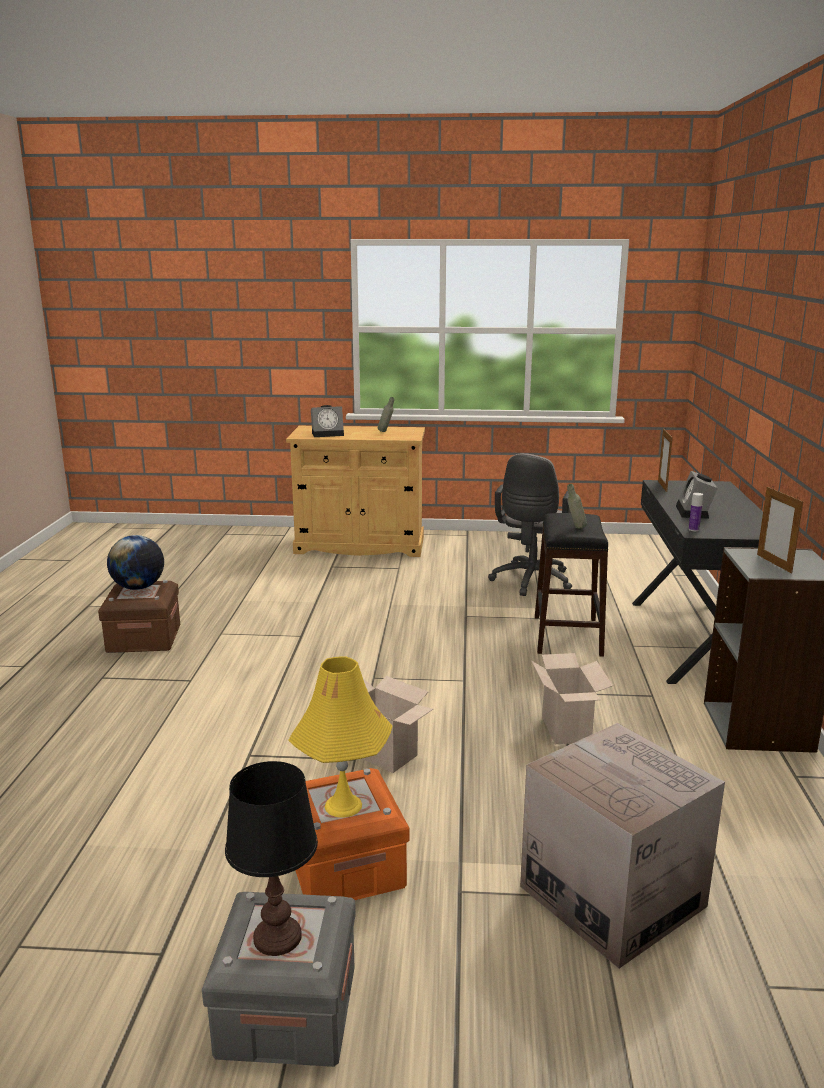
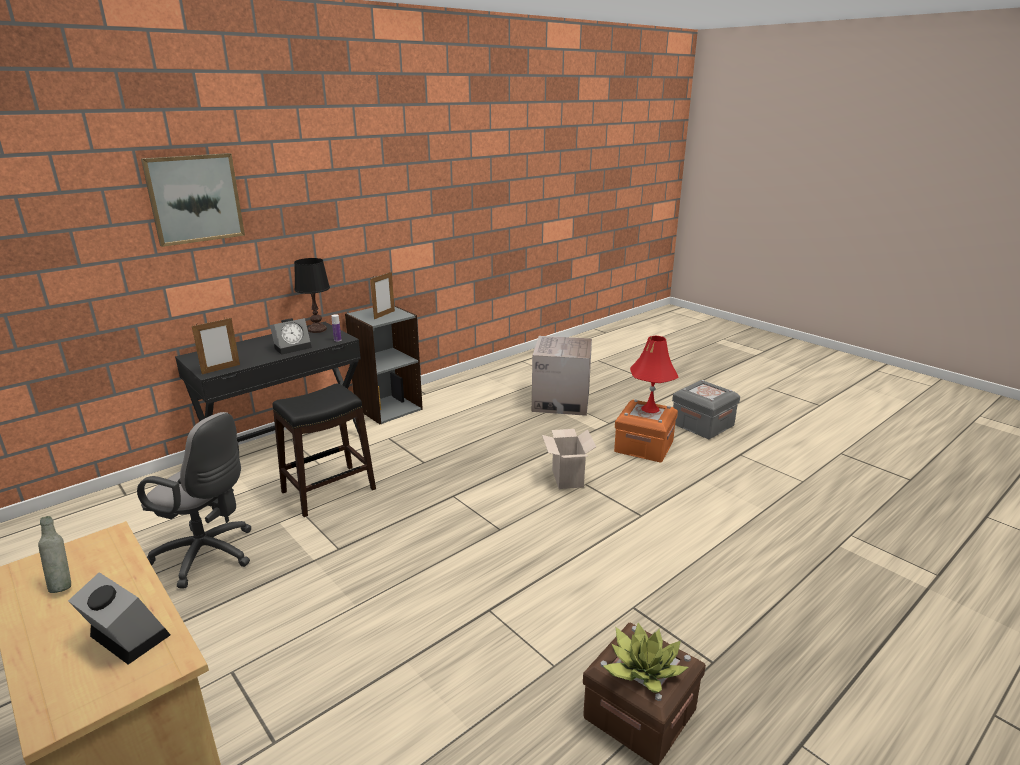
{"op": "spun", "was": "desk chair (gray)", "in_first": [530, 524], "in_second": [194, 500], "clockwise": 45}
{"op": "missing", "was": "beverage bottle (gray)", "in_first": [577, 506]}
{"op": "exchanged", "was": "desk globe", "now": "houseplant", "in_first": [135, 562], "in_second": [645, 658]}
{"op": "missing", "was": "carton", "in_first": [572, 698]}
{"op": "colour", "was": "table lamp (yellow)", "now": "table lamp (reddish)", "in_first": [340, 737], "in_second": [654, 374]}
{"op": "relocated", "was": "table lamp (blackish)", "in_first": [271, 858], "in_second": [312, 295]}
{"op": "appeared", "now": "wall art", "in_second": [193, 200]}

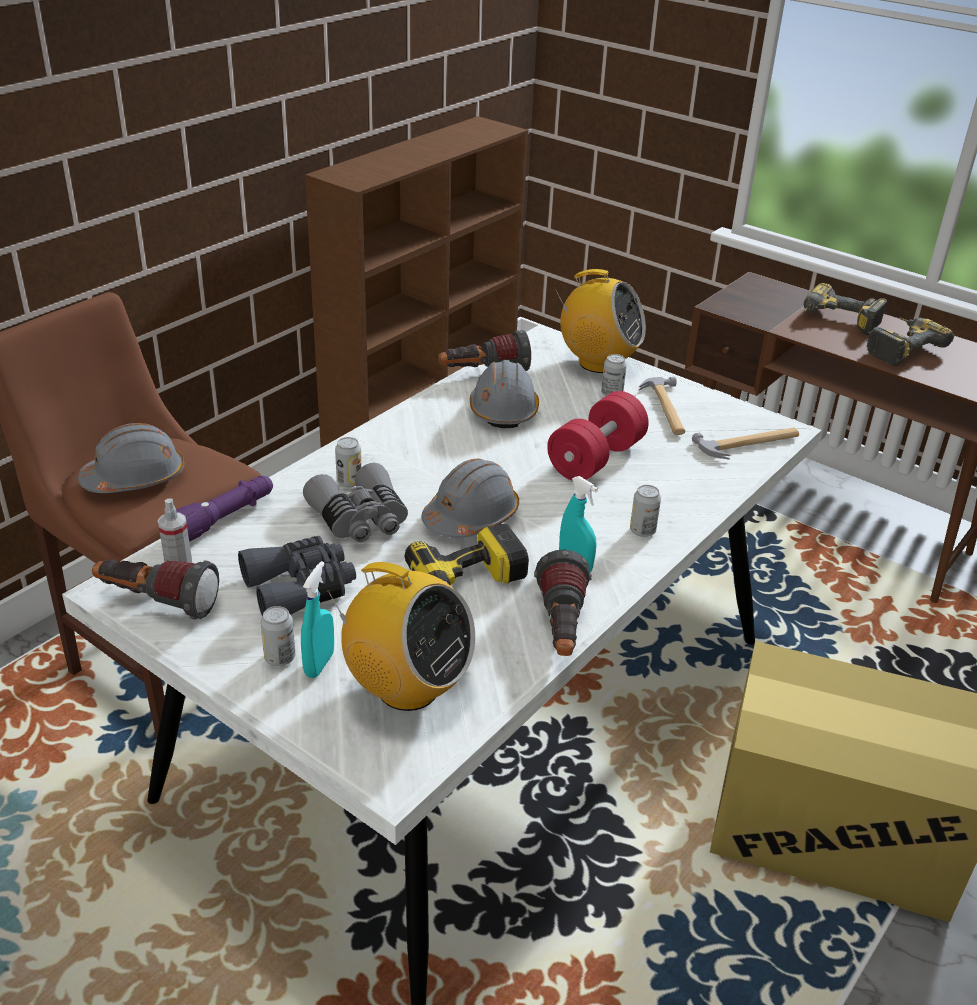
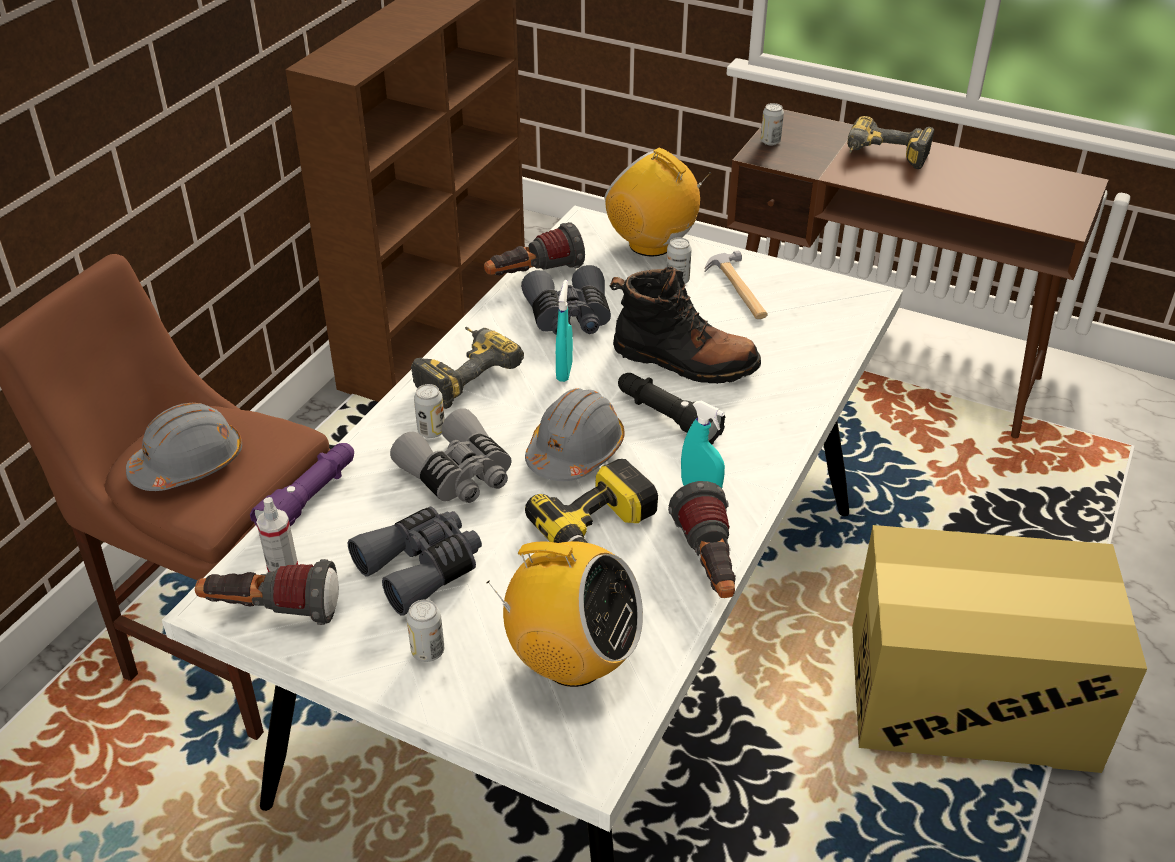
{"op": "spun", "was": "radio", "in_first": [601, 321], "in_second": [657, 202], "clockwise": -150}
{"op": "relocated", "was": "power drill", "in_first": [910, 341], "in_second": [467, 368]}
{"op": "exchanged", "was": "safety helmet (gray)", "now": "binoculars (gray)", "in_first": [504, 394], "in_second": [566, 300]}
{"op": "exchanged", "was": "hand weight (reddish)", "now": "boot (blackish)", "in_first": [598, 436], "in_second": [685, 325]}
{"op": "missing", "was": "hammer", "in_first": [745, 443]}
{"op": "relocated", "was": "sealed can", "in_first": [645, 511], "in_second": [772, 124]}
{"op": "relocated", "was": "spray bottle (blue-green)", "in_first": [317, 619], "in_second": [564, 331]}
{"op": "appeared", "now": "hand torch (blackish)", "in_second": [672, 408]}

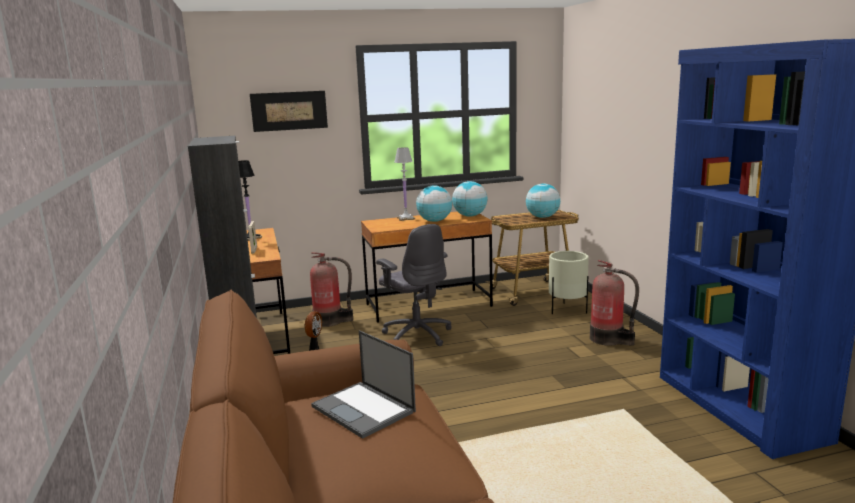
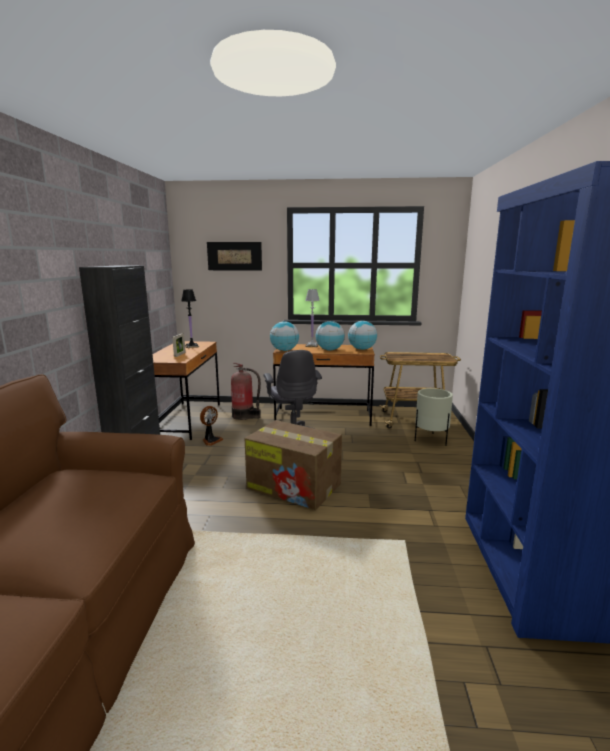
{"op": "relocated", "was": "desk globe", "in_first": [543, 200], "in_second": [284, 336]}
{"op": "missing", "was": "fire extinguisher", "in_first": [614, 303]}
{"op": "missing", "was": "notebook computer", "in_first": [363, 384]}
{"op": "appeared", "now": "carton", "in_second": [293, 465]}

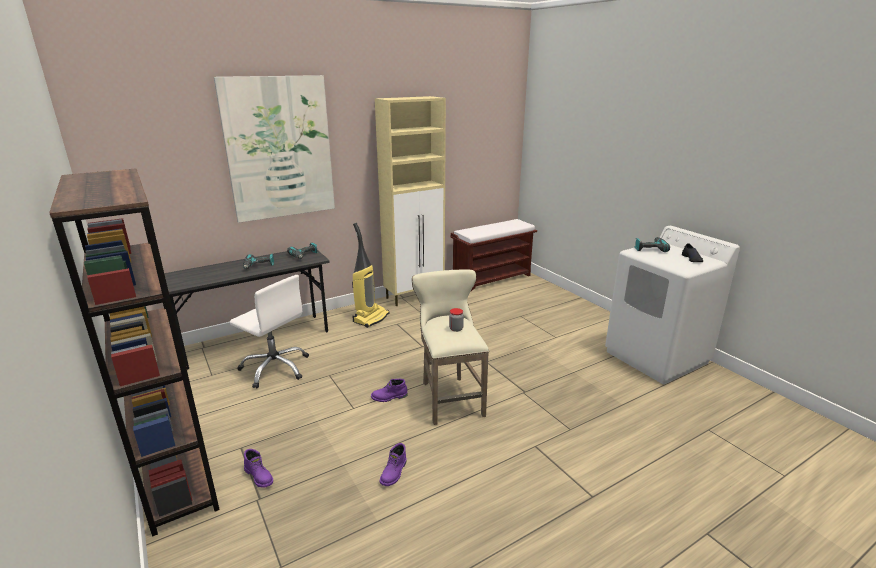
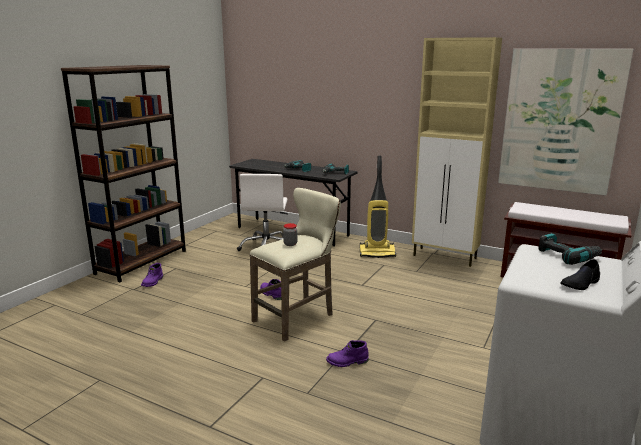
{"op": "relocated", "was": "wall art", "in_first": [274, 149], "in_second": [566, 122]}
{"op": "relocated", "was": "boot (purple)", "in_first": [393, 464], "in_second": [347, 353]}

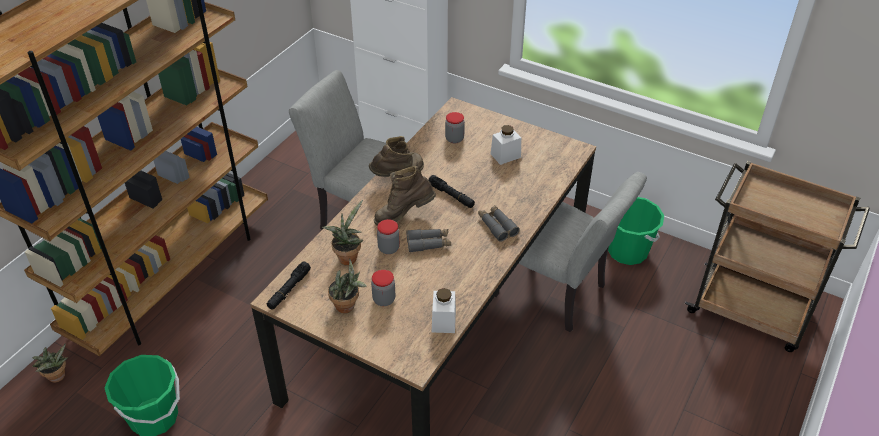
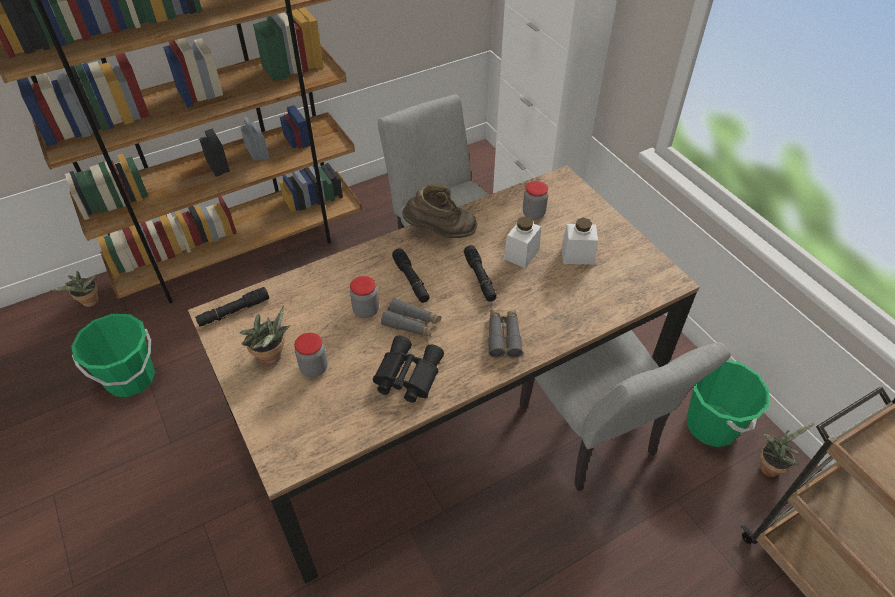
{"op": "exchanged", "was": "boot (brown)", "now": "hand torch (blackish)", "in_first": [405, 195], "in_second": [411, 275]}
{"op": "relocated", "was": "houseplant", "in_first": [342, 232], "in_second": [787, 450]}
{"op": "relocated", "was": "storage jar (whitish)", "in_first": [444, 310], "in_second": [522, 242]}
{"op": "appeared", "now": "binoculars (blackish)", "in_second": [408, 369]}

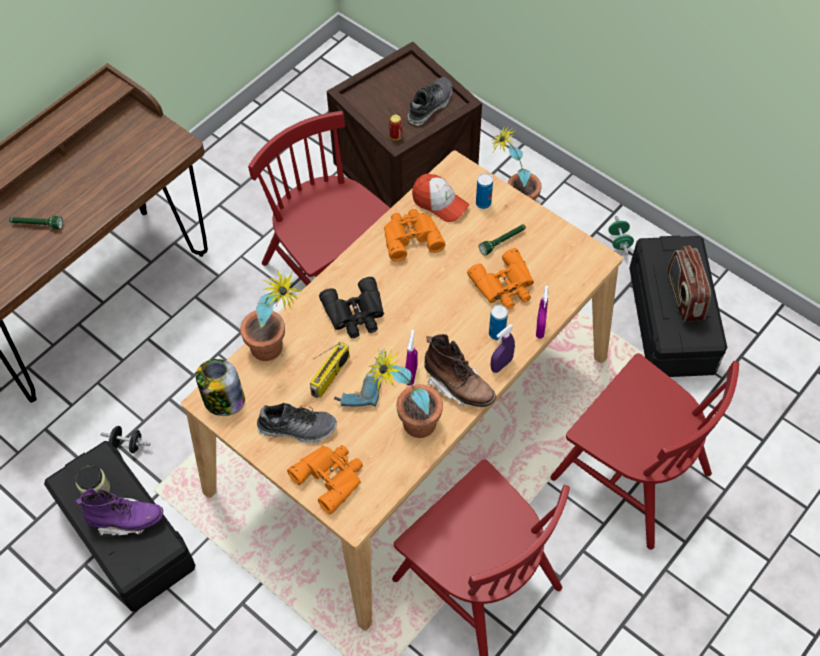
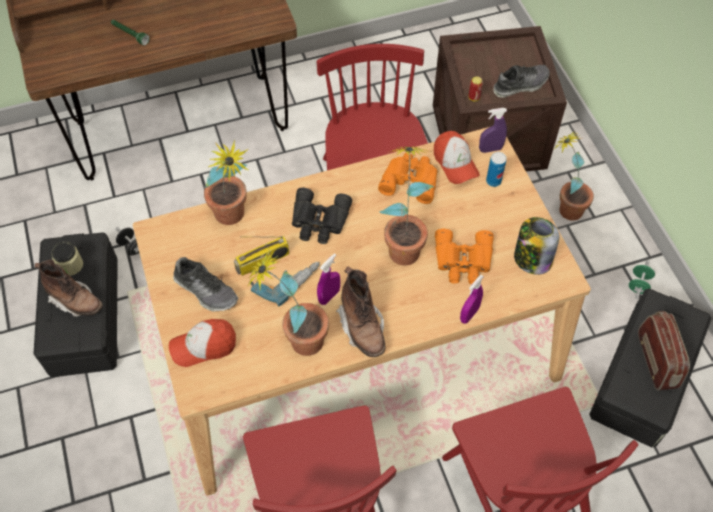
{"op": "missing", "was": "hand torch (green)", "in_first": [502, 240]}
{"op": "spun", "was": "radio", "in_first": [689, 283], "in_second": [664, 350], "clockwise": 150}
{"op": "missing", "was": "sealed can", "in_first": [498, 322]}
{"op": "relocated", "was": "spray bottle (purple)", "in_first": [503, 348], "in_second": [493, 130]}
{"op": "relocated", "was": "storage jar", "in_first": [220, 387], "in_second": [536, 246]}
{"op": "exchanged", "was": "binoculars (orange)", "now": "cap", "in_first": [325, 479], "in_second": [202, 343]}
{"op": "colour", "was": "boot (purple)", "now": "boot (brown)", "in_first": [119, 512], "in_second": [69, 288]}
{"op": "appeared", "now": "houseplant", "in_second": [406, 206]}

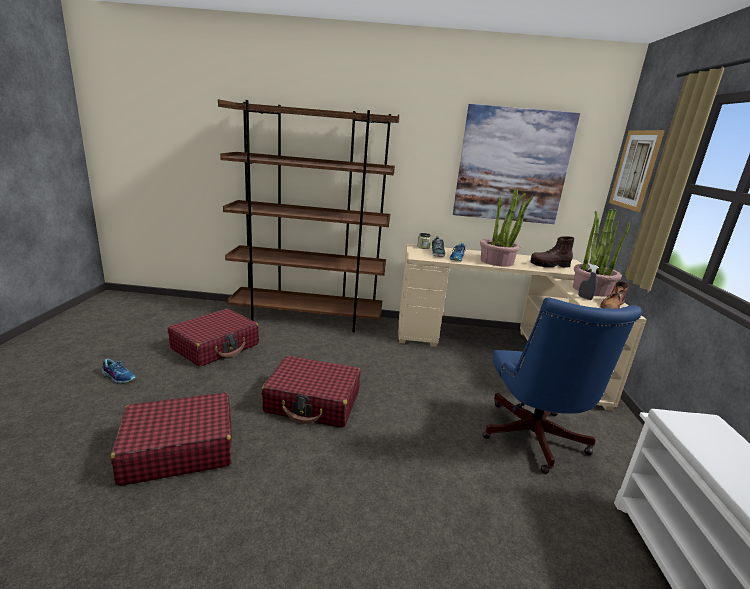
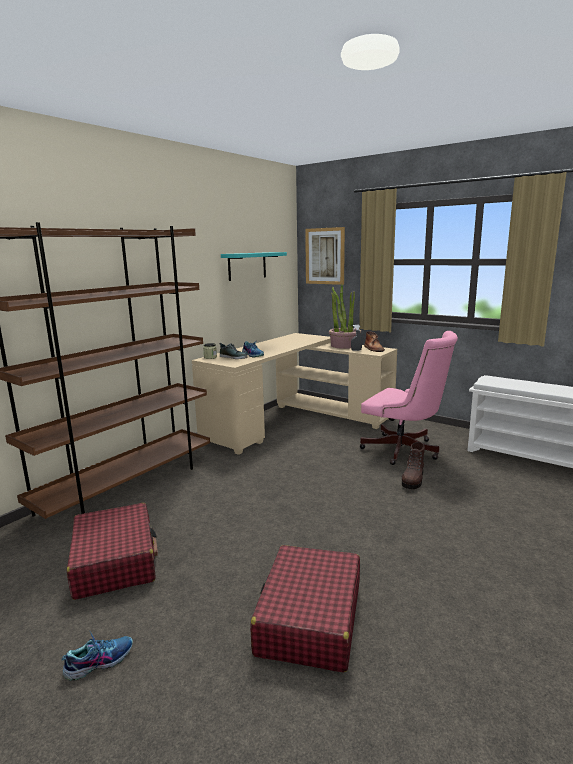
{"op": "exchanged", "was": "wall art", "now": "wall shelf (blue-green)", "in_first": [516, 164], "in_second": [254, 266]}
{"op": "missing", "was": "houseplant", "in_first": [506, 227]}
{"op": "relocated", "was": "boot (brown)", "in_first": [552, 252], "in_second": [413, 465]}
{"op": "colour", "was": "desk chair (blue)", "now": "desk chair (pinkish)", "in_first": [562, 386], "in_second": [409, 398]}
{"op": "missing", "was": "suitcase (reddish)", "in_first": [311, 392]}

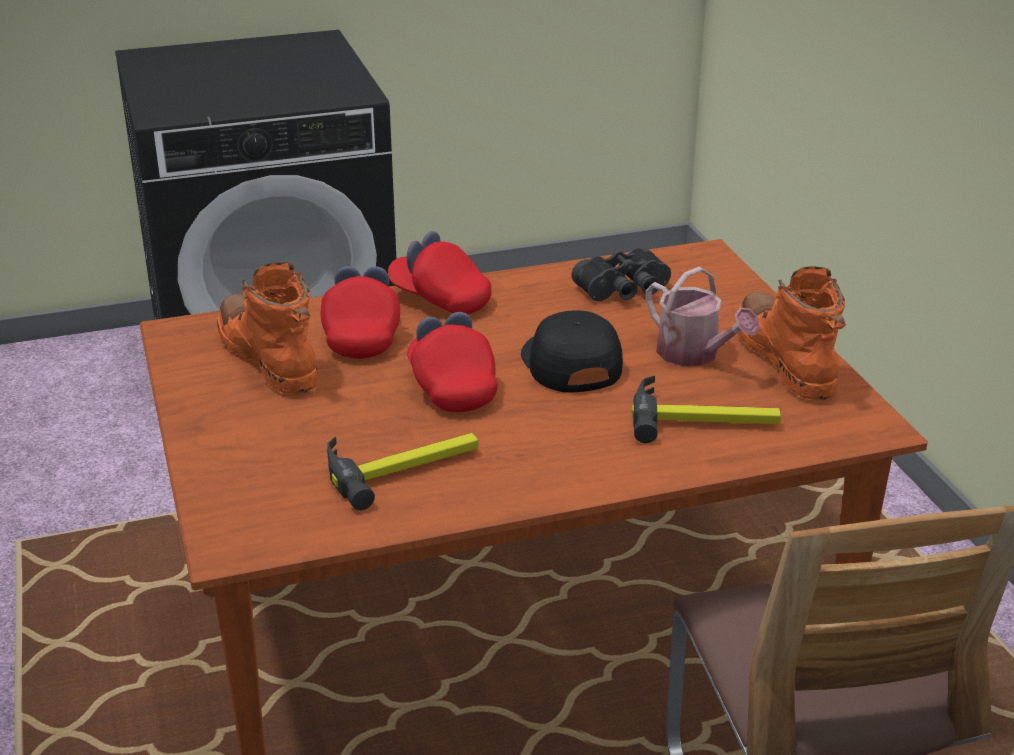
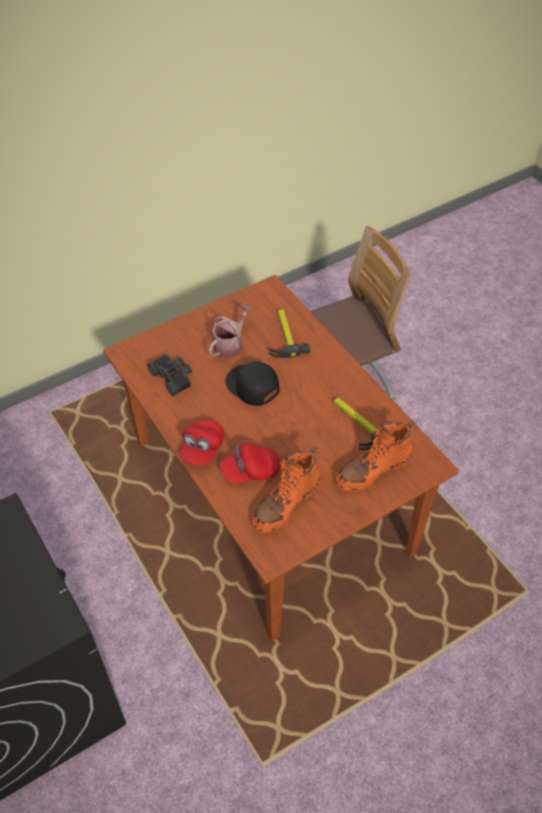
{"op": "relocated", "was": "boot (orange)", "in_first": [791, 333], "in_second": [376, 456]}
{"op": "spun", "was": "cap (blackish)", "in_first": [572, 351], "in_second": [252, 383], "clockwise": 75}
{"op": "missing", "was": "cap (reddish)", "in_first": [452, 362]}

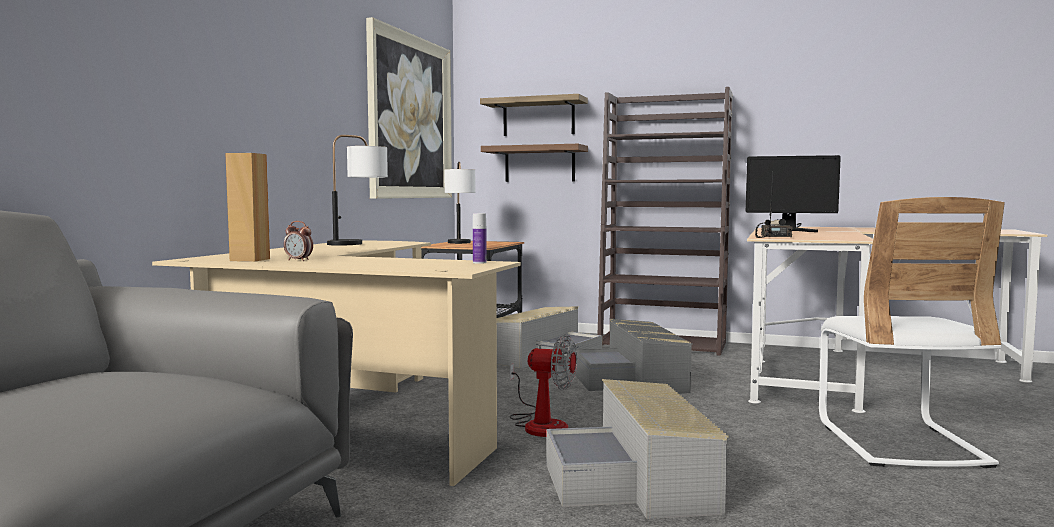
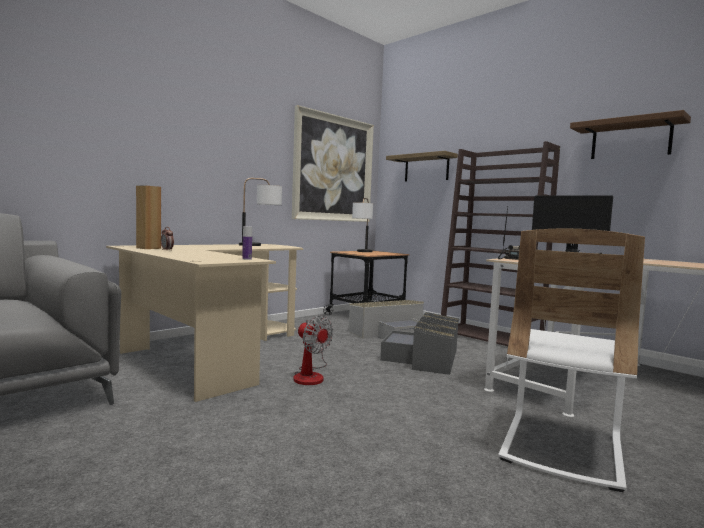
{"op": "relocated", "was": "wall shelf (brown)", "in_first": [534, 163], "in_second": [630, 134]}
{"op": "missing", "was": "storage bin (gray)", "in_first": [637, 449]}

